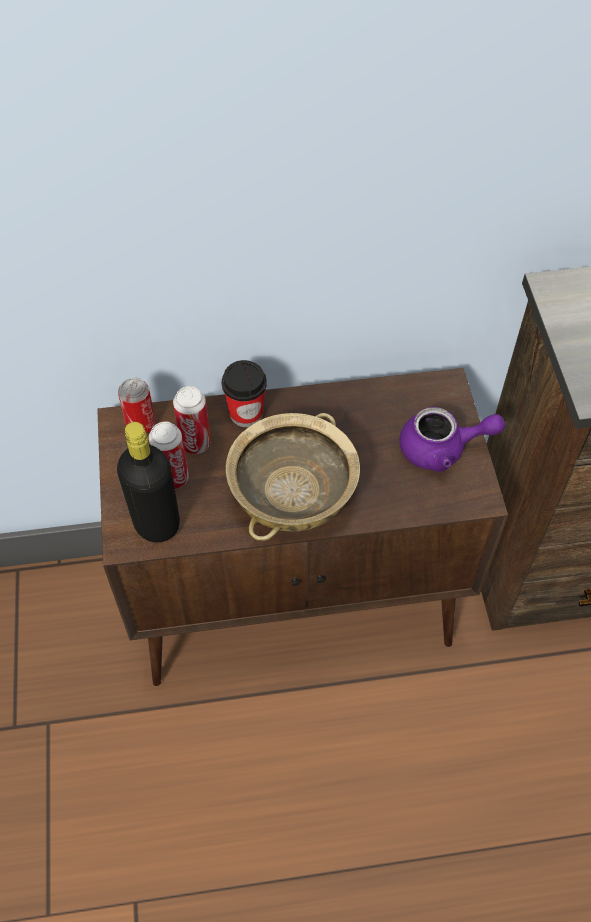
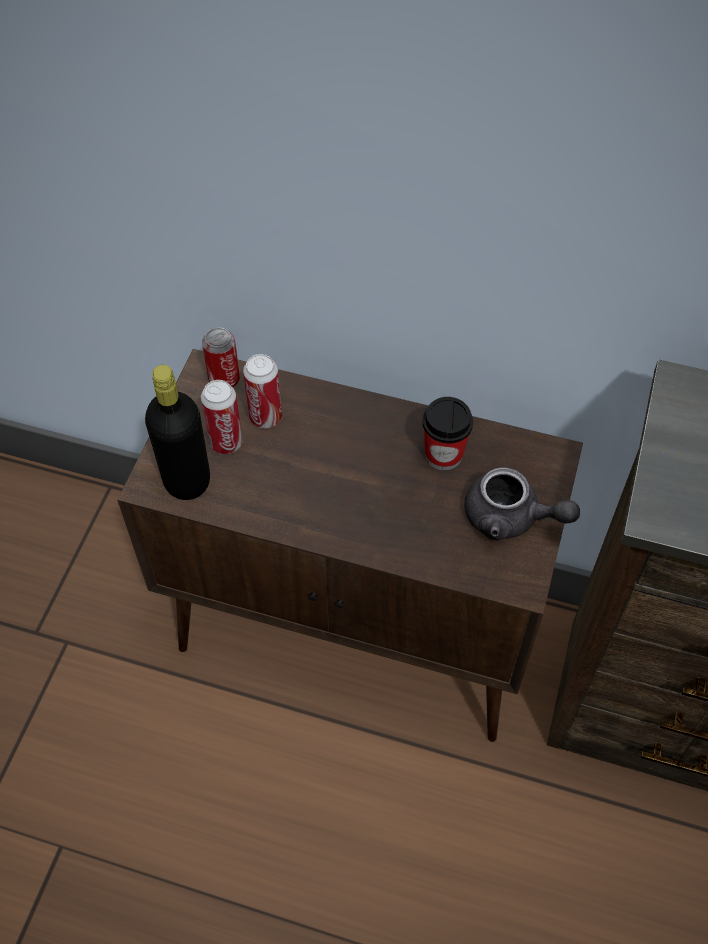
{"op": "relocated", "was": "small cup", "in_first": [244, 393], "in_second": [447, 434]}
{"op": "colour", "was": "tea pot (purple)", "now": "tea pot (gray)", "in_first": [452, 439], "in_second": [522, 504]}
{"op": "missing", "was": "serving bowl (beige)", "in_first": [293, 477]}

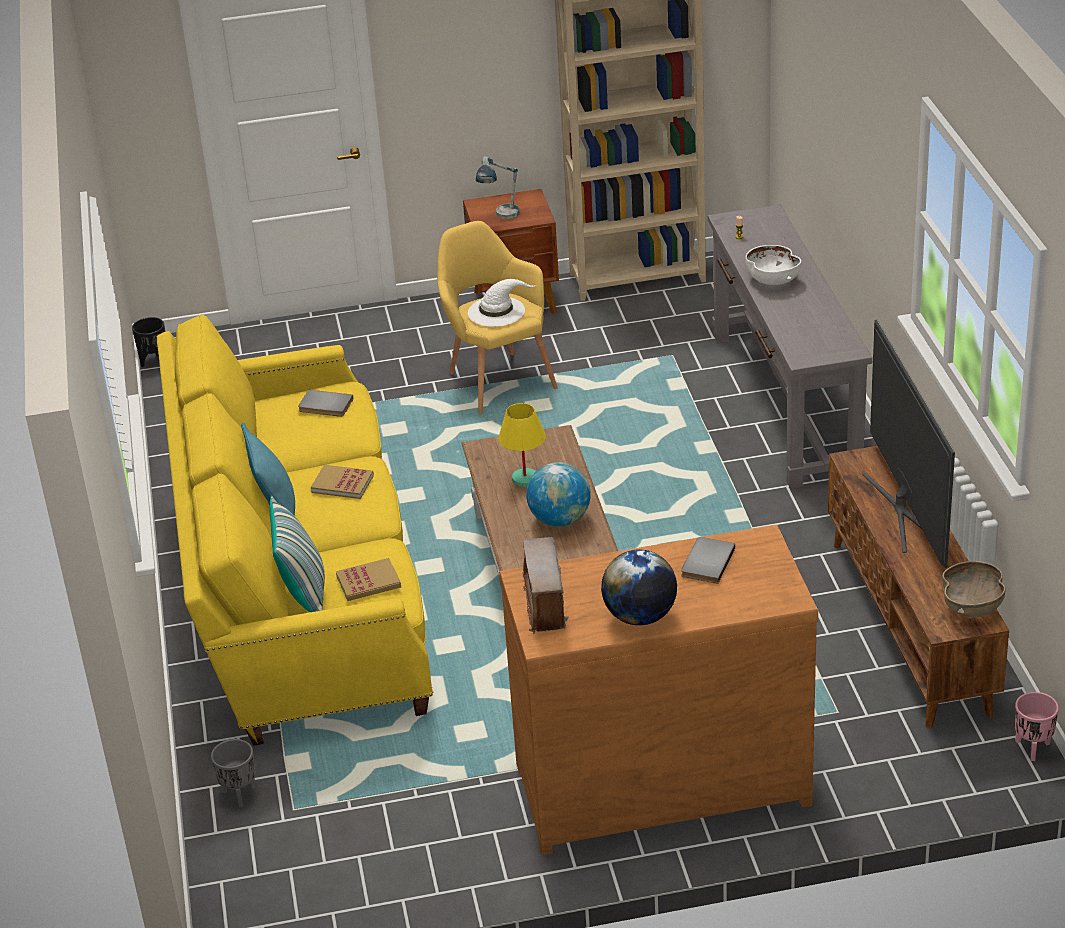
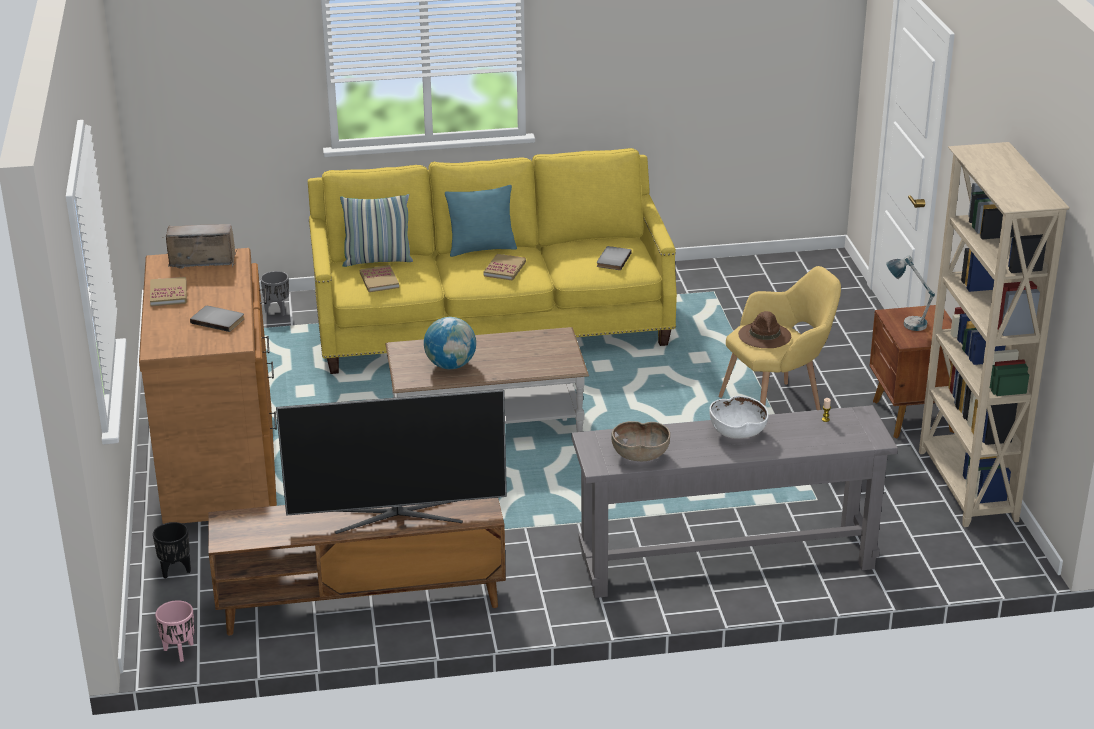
{"op": "colour", "was": "hat (whitish)", "now": "hat (brown)", "in_first": [502, 303], "in_second": [764, 329]}
{"op": "relocated", "was": "planter (blackish)", "in_first": [148, 342], "in_second": [172, 550]}
{"op": "missing", "was": "table lamp (yellow)", "in_first": [522, 445]}
{"op": "exchanged", "was": "desk globe", "now": "book", "in_first": [639, 587], "in_second": [168, 292]}
{"op": "relocated", "was": "serving bowl (brown)", "in_first": [974, 589], "in_second": [640, 441]}

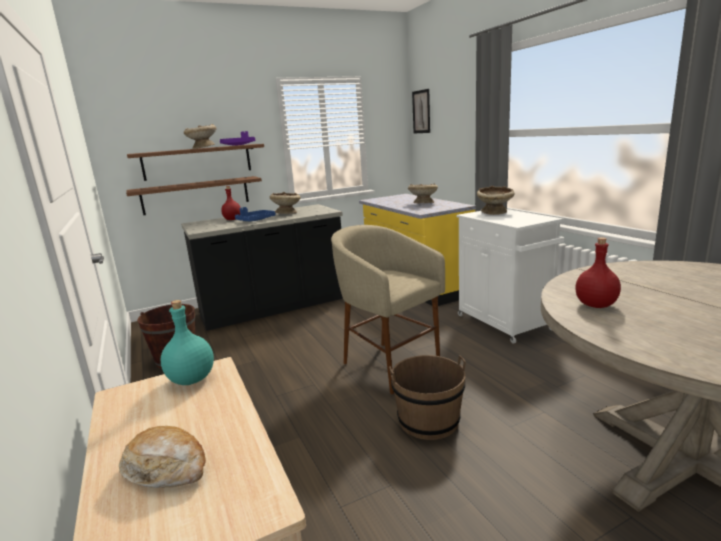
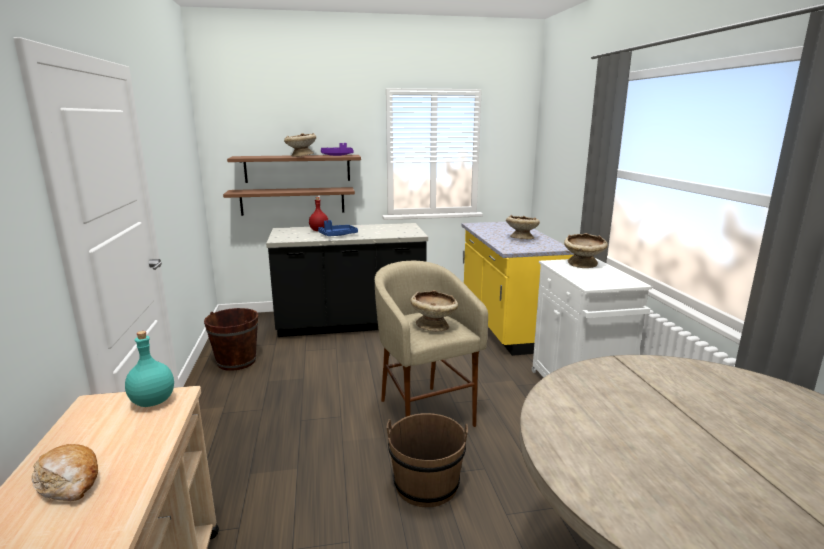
{"op": "missing", "was": "wall art", "in_first": [421, 111]}
{"op": "relocated", "was": "serving bowl (beige)", "in_first": [285, 203], "in_second": [434, 310]}
{"op": "missing", "was": "beverage bottle (reddish)", "in_first": [598, 272]}

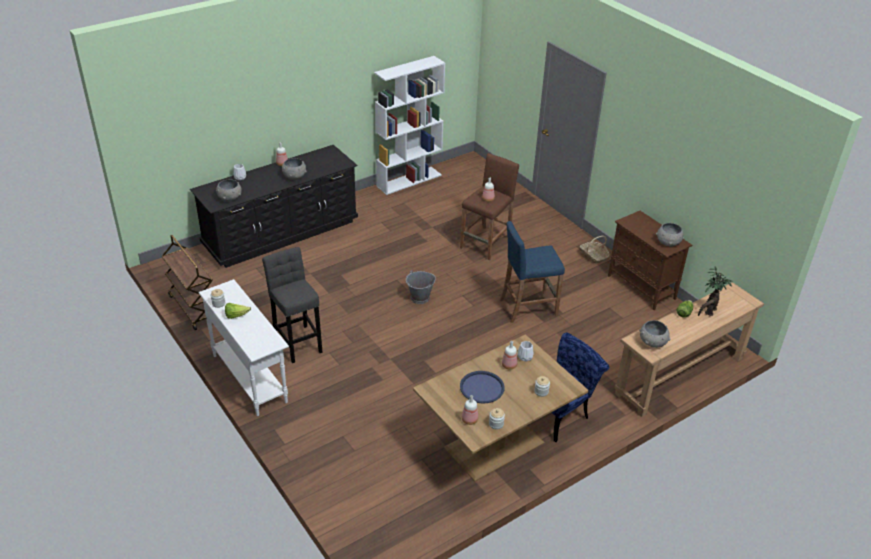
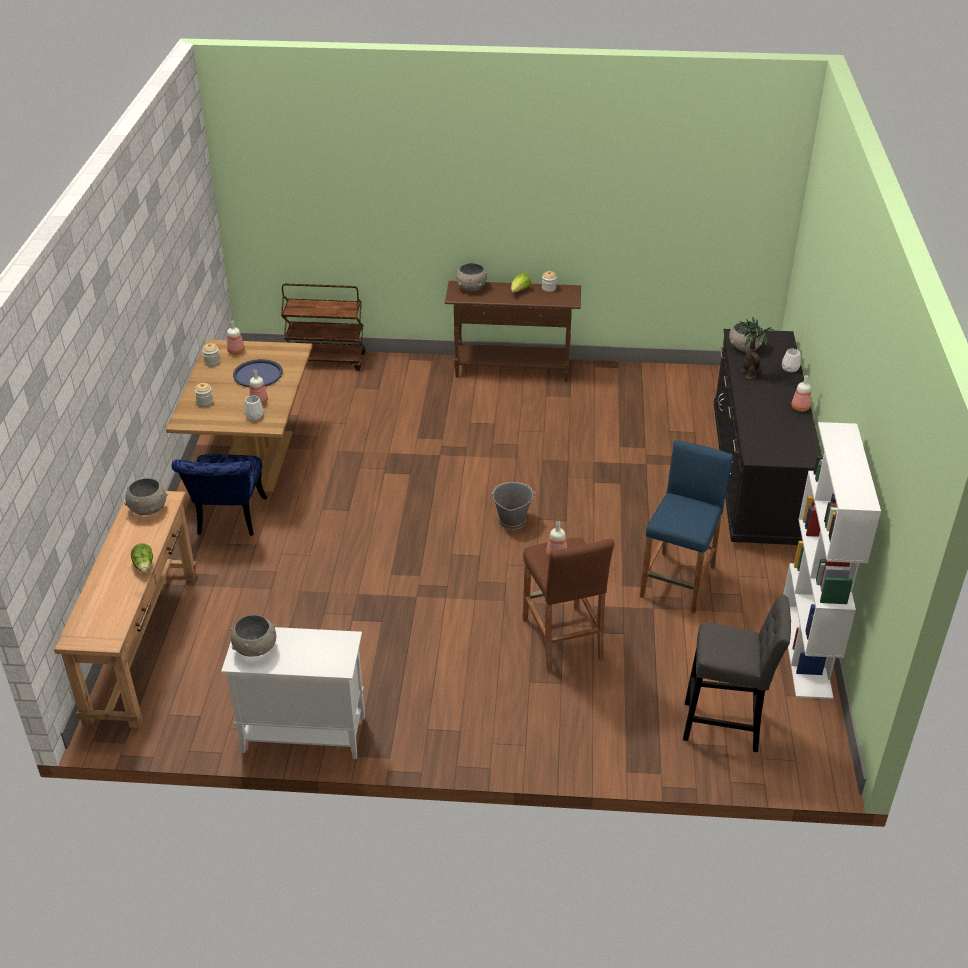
{"op": "relocated", "was": "serving bowl (gray)", "in_first": [294, 169], "in_second": [471, 277]}
{"op": "colour", "was": "storage cabinet (brown)", "now": "storage cabinet (whitish)", "in_first": [650, 260], "in_second": [293, 693]}
{"op": "relocated", "was": "stool seat (blue)", "in_first": [532, 272], "in_second": [686, 527]}
{"op": "relocated", "was": "cart (brown)", "in_first": [187, 282], "in_second": [323, 327]}
{"op": "missing", "was": "storage basket", "in_first": [595, 250]}
{"op": "relocated", "was": "stool seat (gray)", "in_first": [292, 305], "in_second": [737, 673]}
{"op": "relocated", "was": "houseplant", "in_first": [715, 291], "in_second": [757, 348]}
{"op": "colour", "was": "narrow table (whitish)", "now": "narrow table (brown)", "in_first": [244, 347], "in_second": [513, 331]}

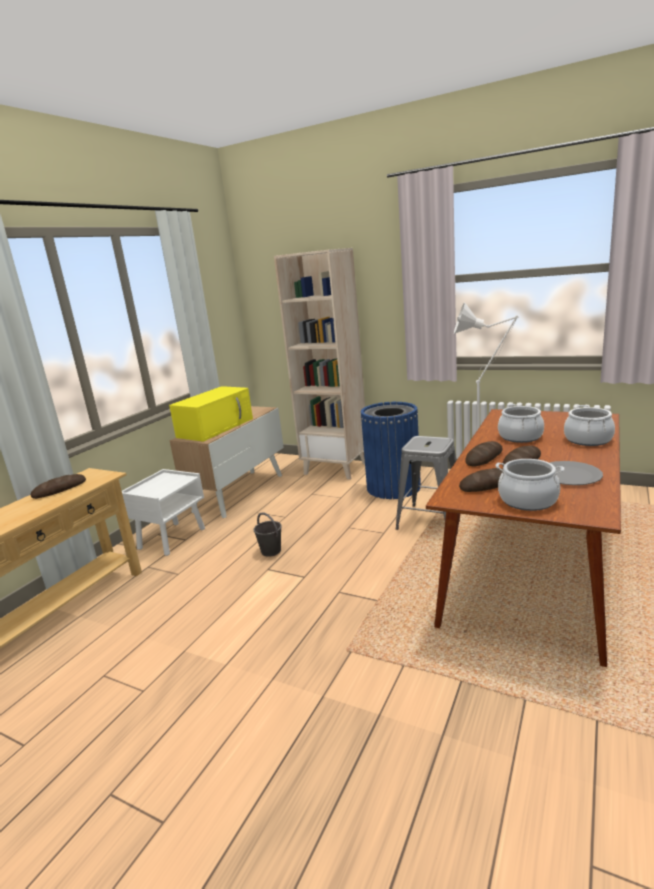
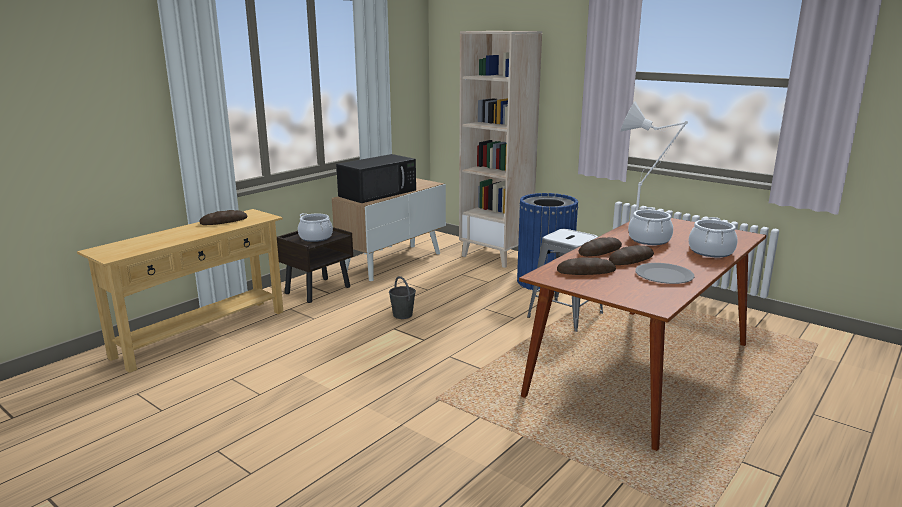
{"op": "colour", "was": "microwave oven (yellow)", "now": "microwave oven (blackish)", "in_first": [211, 414], "in_second": [376, 178]}
{"op": "relocated", "was": "saucepot", "in_first": [530, 485], "in_second": [315, 227]}
{"op": "colour", "was": "night table (whitish)", "now": "night table (brown)", "in_first": [163, 512], "in_second": [315, 265]}

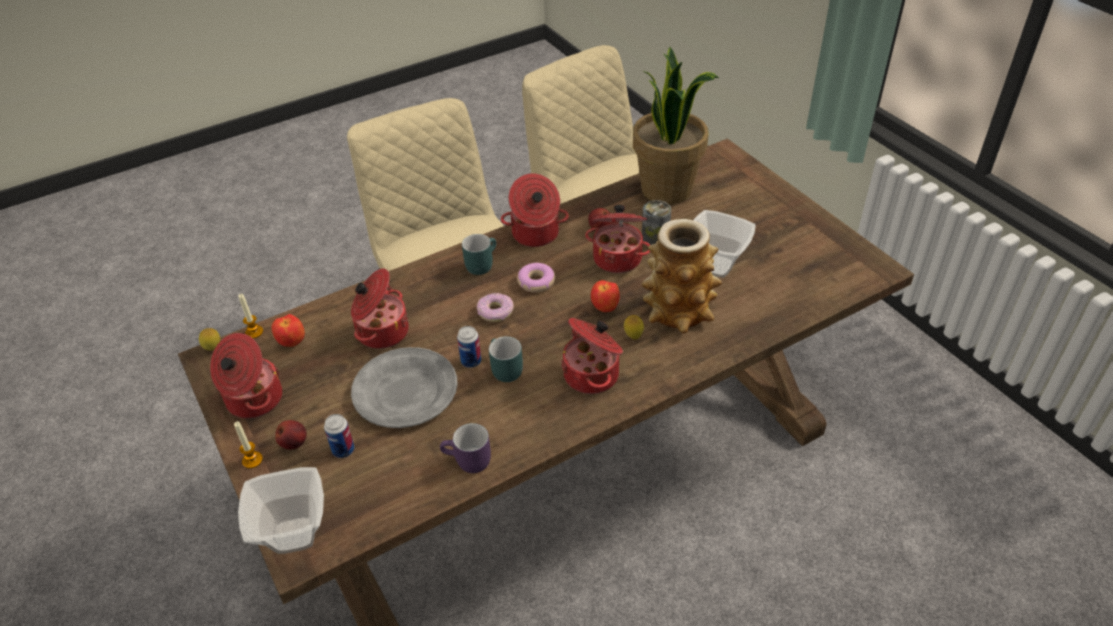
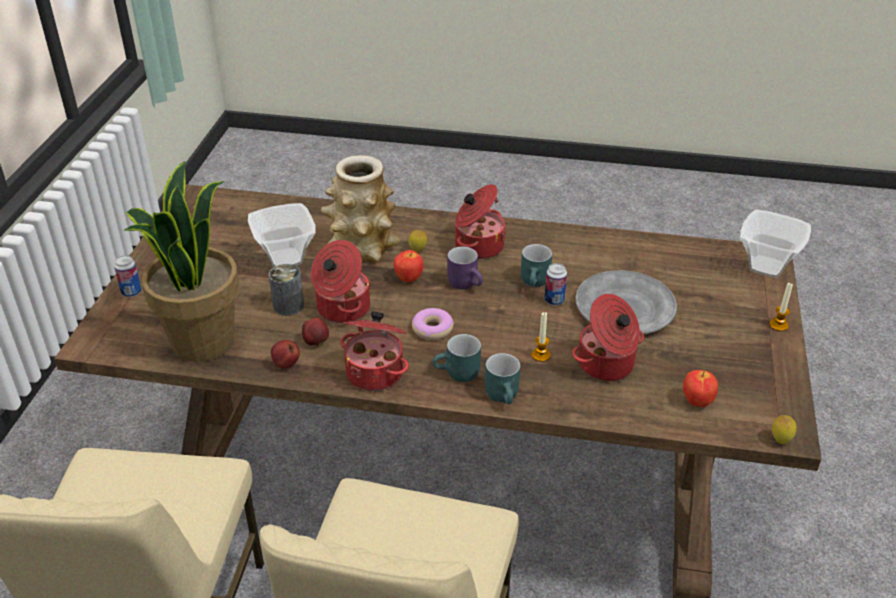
{"op": "missing", "was": "doughnut", "in_first": [495, 307]}
{"op": "relocated", "was": "wax candle", "in_first": [250, 316], "in_second": [541, 337]}
{"op": "missing", "was": "saucepot", "in_first": [246, 376]}
{"op": "relocated", "was": "sealed can", "in_first": [339, 436], "in_second": [127, 276]}
{"op": "relocated", "was": "apple fruit", "in_first": [291, 435], "in_second": [285, 354]}
{"op": "relocated", "was": "tea mug (purple)", "in_first": [465, 448], "in_second": [465, 267]}
{"op": "appeared", "now": "tea mug (blue-green)", "in_second": [502, 378]}

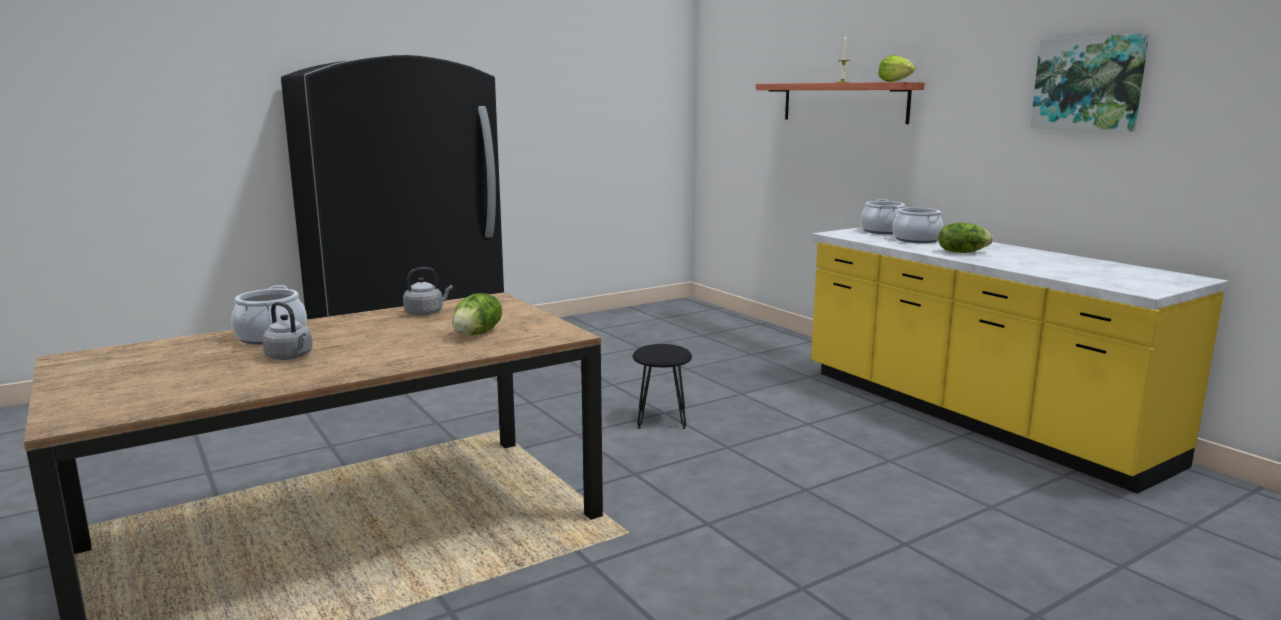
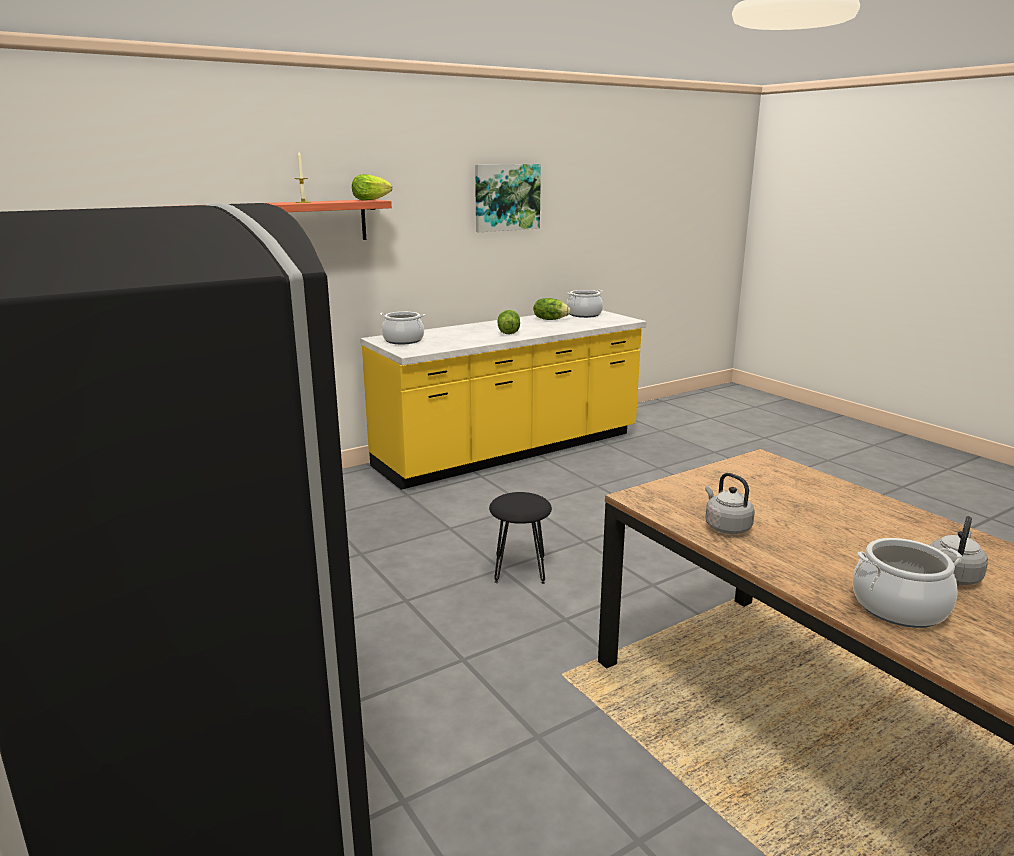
{"op": "relocated", "was": "saucepot", "in_first": [917, 224], "in_second": [585, 304]}
{"op": "relocated", "was": "lettuce", "in_first": [477, 314], "in_second": [552, 309]}

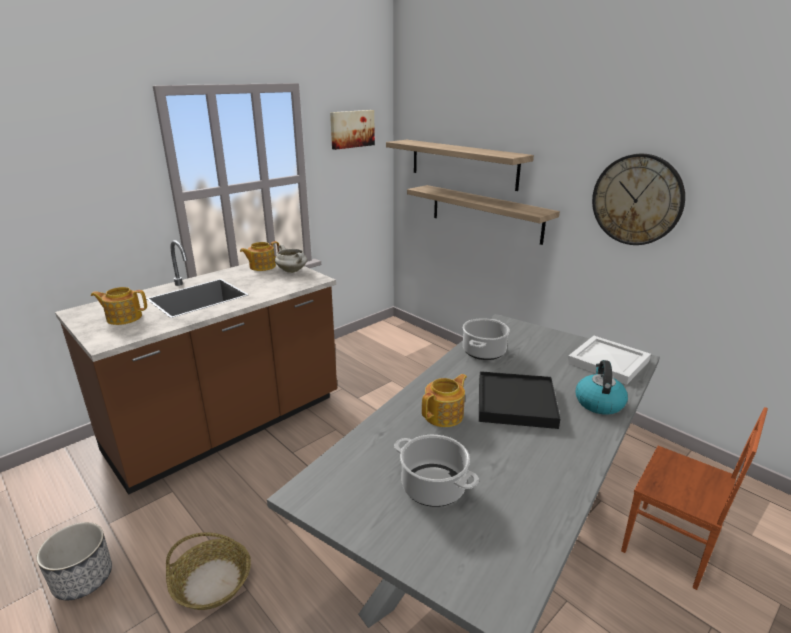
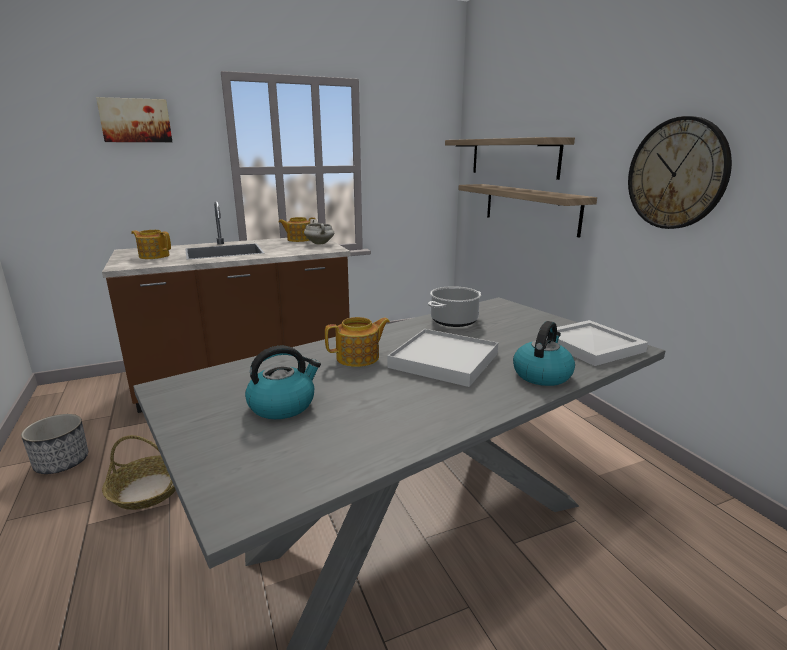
{"op": "relocated", "was": "wall art", "in_first": [352, 130], "in_second": [134, 119]}
{"op": "colour", "was": "tray (blackish)", "now": "tray (whitish)", "in_first": [519, 400], "in_second": [443, 358]}
{"op": "missing", "was": "upright chair (brown)", "in_first": [694, 498]}
{"op": "exchanged", "was": "saucepot", "now": "tea kettle", "in_first": [436, 471], "in_second": [283, 382]}

